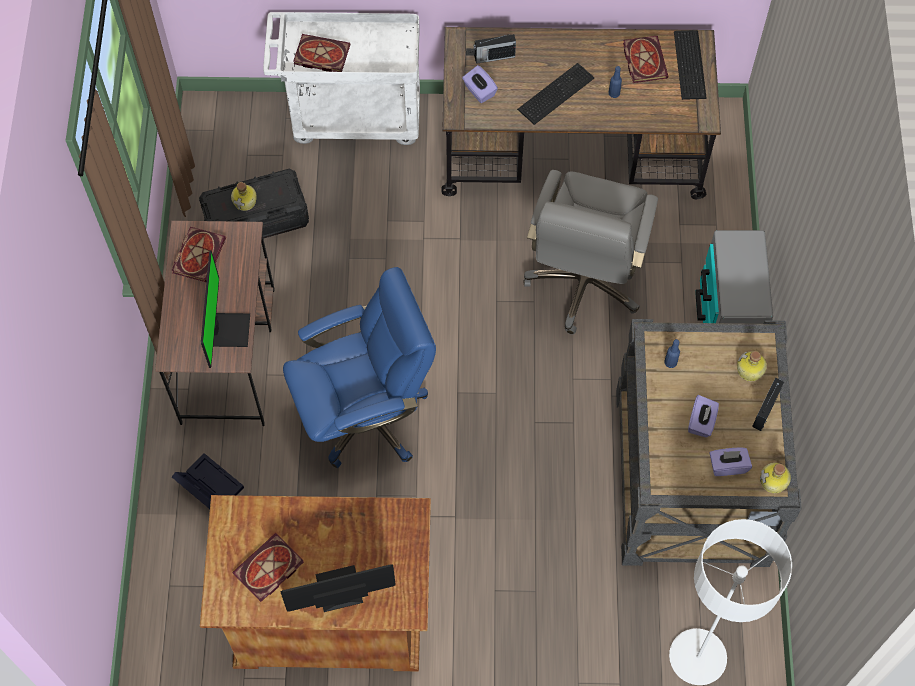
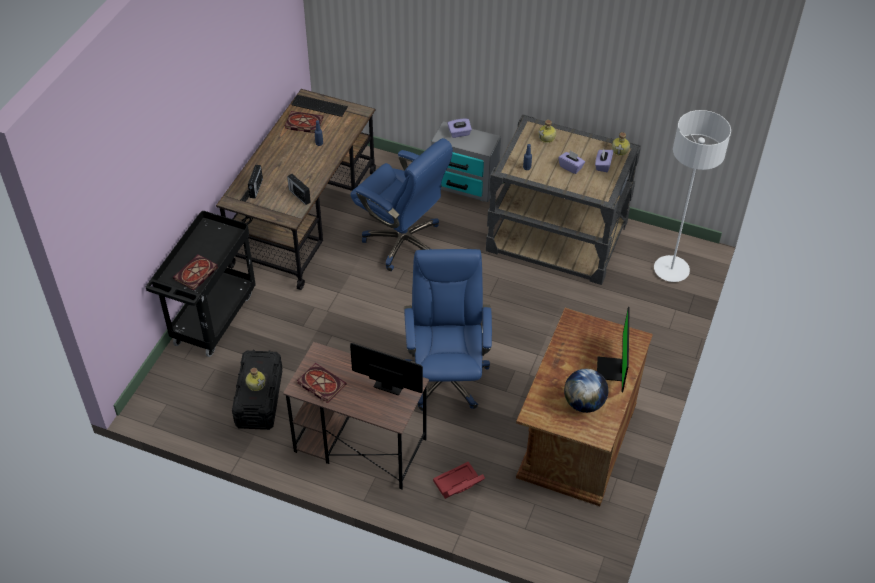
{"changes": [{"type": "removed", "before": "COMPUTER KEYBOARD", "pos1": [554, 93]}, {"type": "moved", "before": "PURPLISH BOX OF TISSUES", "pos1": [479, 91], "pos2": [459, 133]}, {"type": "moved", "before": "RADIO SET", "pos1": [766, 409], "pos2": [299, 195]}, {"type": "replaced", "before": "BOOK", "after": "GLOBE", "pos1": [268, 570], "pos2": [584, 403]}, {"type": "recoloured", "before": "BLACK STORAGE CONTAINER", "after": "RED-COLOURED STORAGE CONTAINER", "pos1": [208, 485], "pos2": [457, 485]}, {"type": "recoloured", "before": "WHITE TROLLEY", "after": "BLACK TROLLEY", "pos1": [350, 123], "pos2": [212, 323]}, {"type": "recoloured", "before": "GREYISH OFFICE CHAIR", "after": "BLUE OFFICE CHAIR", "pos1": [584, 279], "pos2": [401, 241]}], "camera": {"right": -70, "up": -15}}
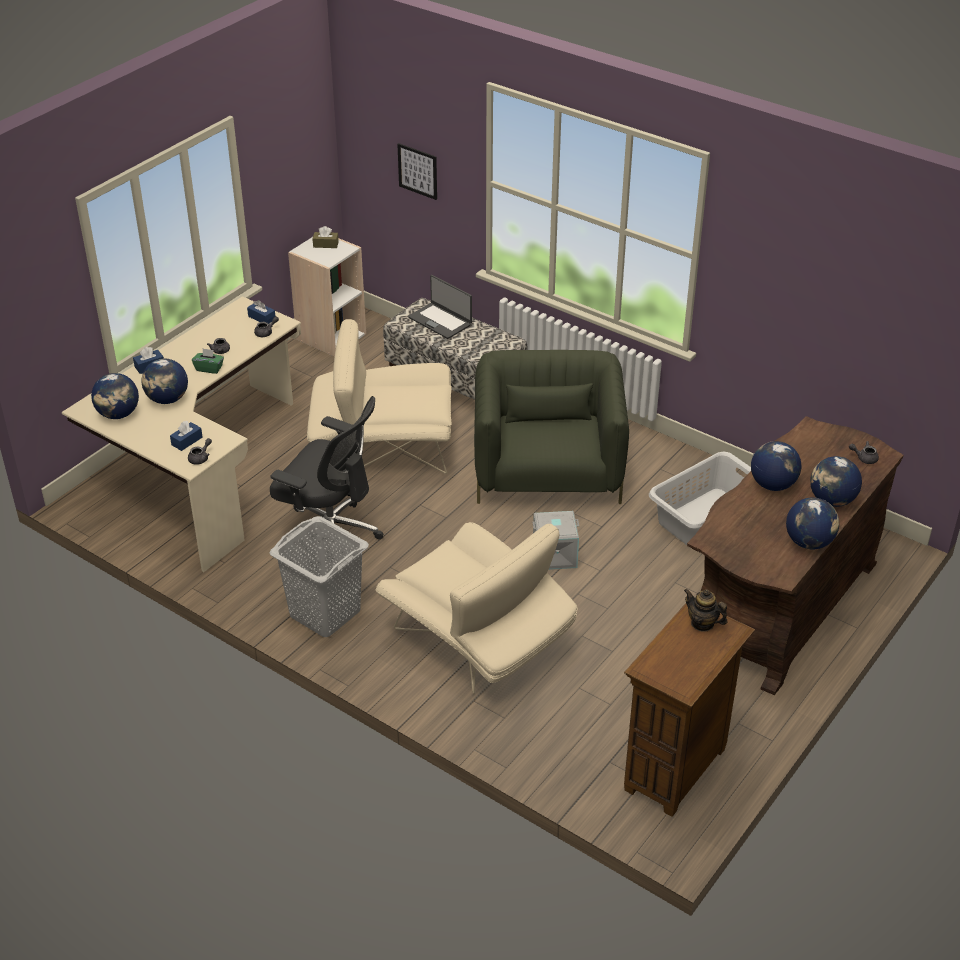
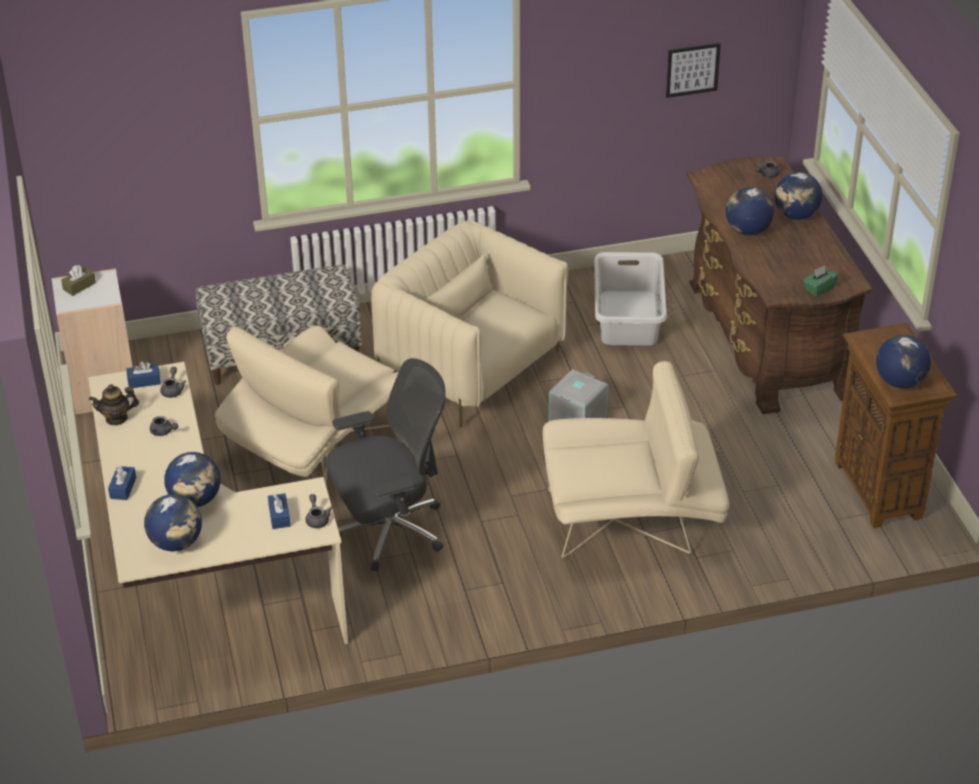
{"changes": [{"type": "removed", "before": "GREYISH HAMPER", "pos1": [325, 612]}, {"type": "removed", "before": "NOTEBOOK COMPUTER", "pos1": [440, 321]}, {"type": "moved", "before": "GREEN BOX OF TISSUES", "pos1": [209, 368], "pos2": [819, 289]}, {"type": "moved", "before": "PICTURE", "pos1": [418, 171], "pos2": [692, 70]}, {"type": "moved", "before": "TEAPOT", "pos1": [702, 623], "pos2": [116, 418]}, {"type": "moved", "before": "GLOBE", "pos1": [809, 542], "pos2": [900, 381]}, {"type": "recoloured", "before": "GREEN ARMCHAIR", "after": "SAND-COLOURED ARMCHAIR", "pos1": [548, 473], "pos2": [471, 367]}], "camera": {"right": -50, "up": 0}}
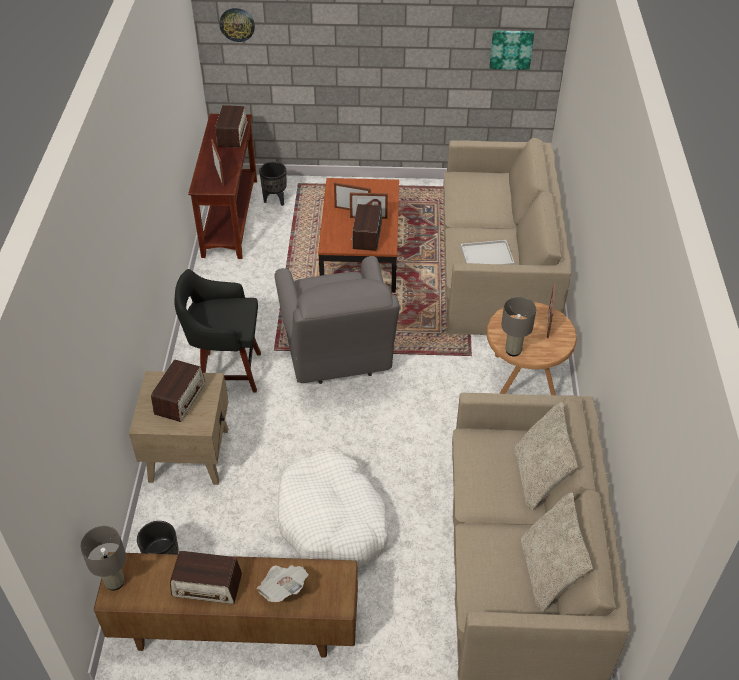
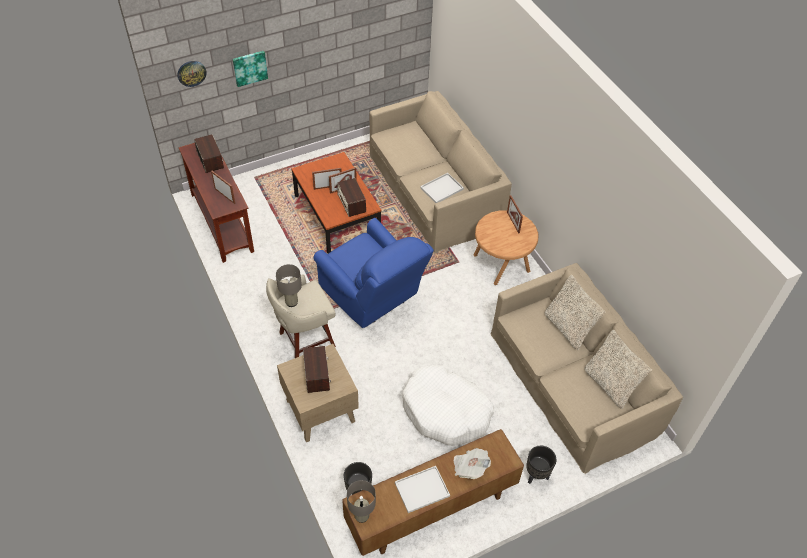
{"changes": [{"type": "moved", "before": "BLACK PLANTER", "pos1": [275, 200], "pos2": [536, 475]}, {"type": "moved", "before": "PICTURE", "pos1": [511, 49], "pos2": [250, 68]}, {"type": "moved", "before": "GREYISH TABLE LAMP", "pos1": [513, 351], "pos2": [292, 302]}, {"type": "replaced", "before": "RADIO SET", "after": "WHITE CARRYING TRAY", "pos1": [207, 585], "pos2": [422, 488]}, {"type": "recoloured", "before": "BLACK STOOL", "after": "SAND-COLOURED STOOL", "pos1": [227, 372], "pos2": [304, 340]}, {"type": "recoloured", "before": "GREYISH ARMCHAIR", "after": "BLUE ARMCHAIR", "pos1": [338, 356], "pos2": [373, 297]}], "camera": {"right": -30, "up": 5}}
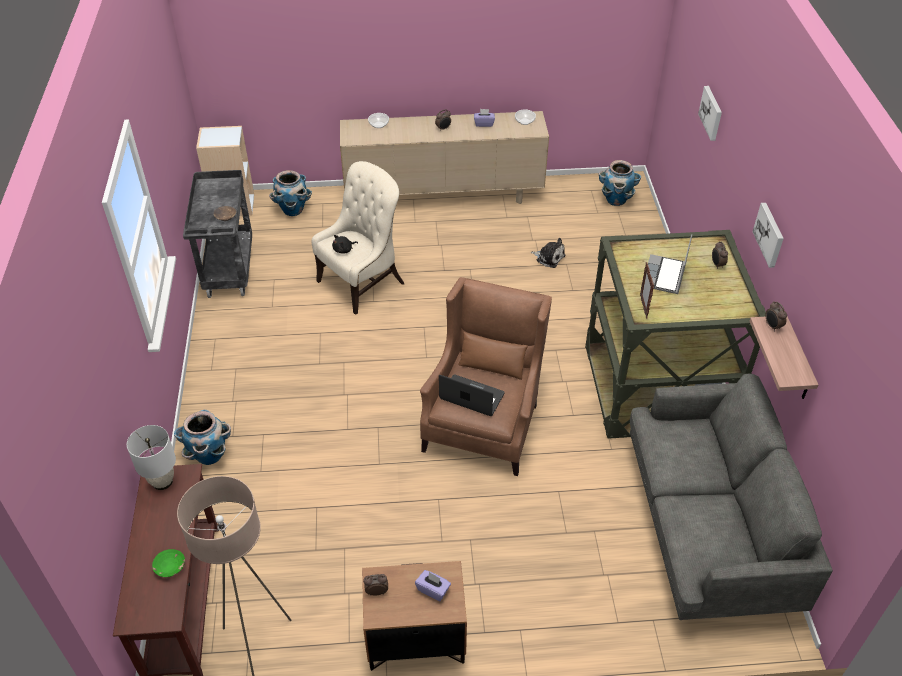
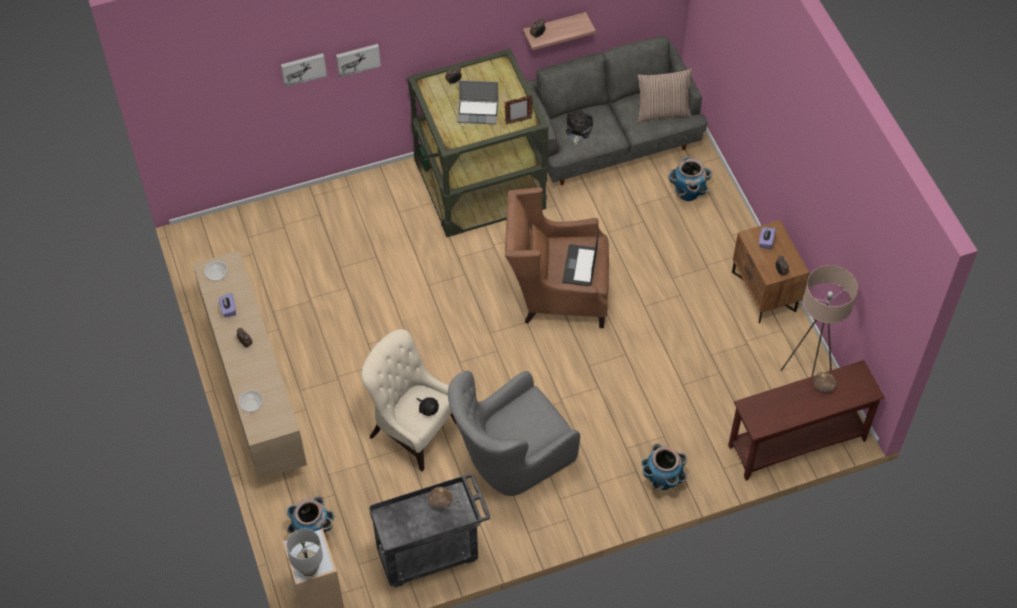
{"changes": [{"type": "added", "after": "GREYISH ARMCHAIR", "pos2": [510, 458]}, {"type": "added", "after": "THROW PILLOW", "pos2": [662, 112]}, {"type": "moved", "before": "WHITE TABLE LAMP", "pos1": [162, 481], "pos2": [308, 568]}, {"type": "moved", "before": "PLUSH TOY", "pos1": [549, 257], "pos2": [578, 130]}, {"type": "moved", "before": "PLANTER", "pos1": [616, 200], "pos2": [687, 193]}, {"type": "moved", "before": "PICTURE", "pos1": [770, 234], "pos2": [358, 59]}, {"type": "recoloured", "before": "GREEN SERVING BOWL", "after": "BROWN-COLOURED SERVING BOWL", "pos1": [170, 567], "pos2": [824, 385]}], "camera": {"right": -105, "up": 10}}
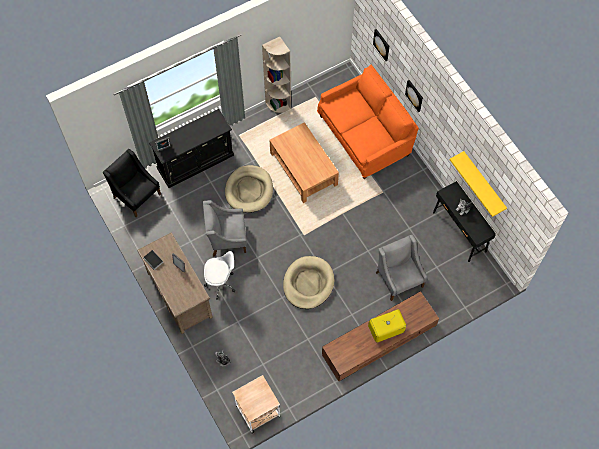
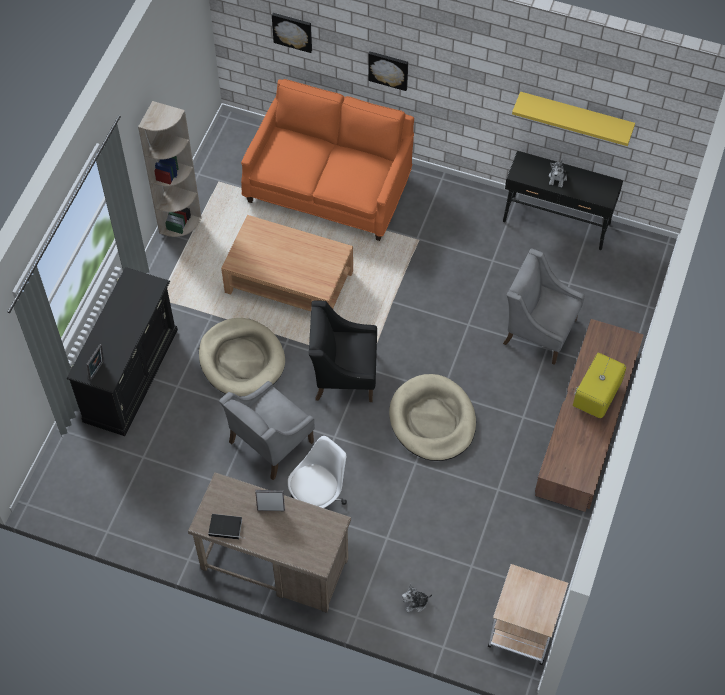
{"changes": [{"type": "moved", "before": "BLACK ARMCHAIR", "pos1": [137, 195], "pos2": [343, 374]}], "camera": {"right": -40, "up": -5}}
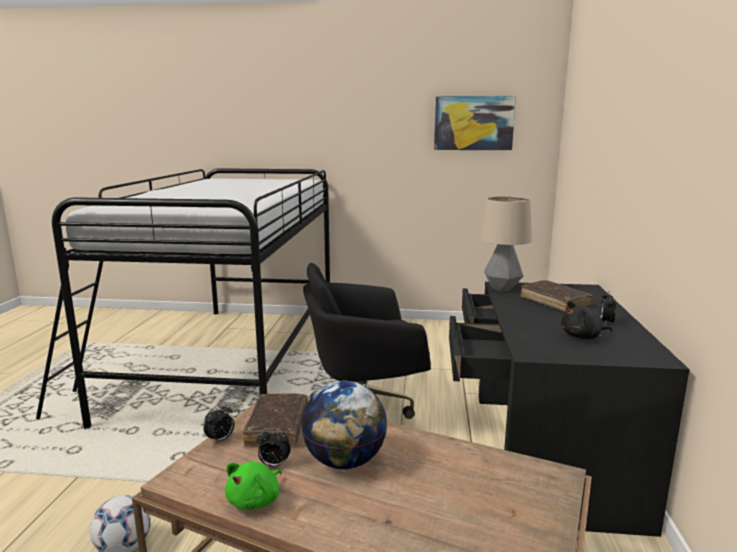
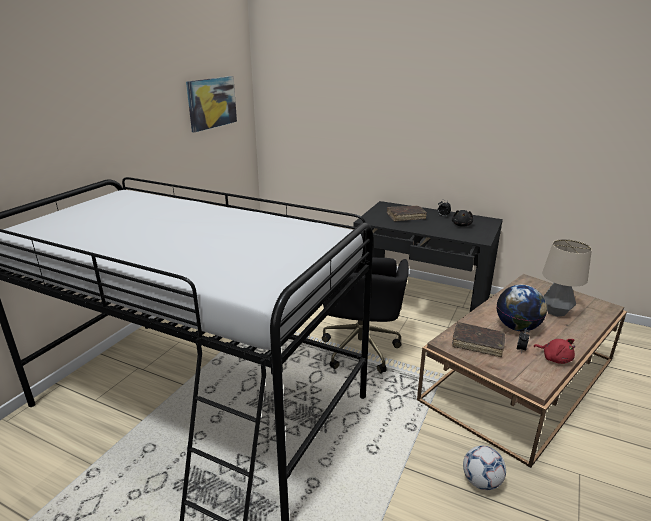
{"changes": [{"type": "removed", "before": "TABLE CLOCK", "pos1": [220, 440]}, {"type": "moved", "before": "TABLE LAMP", "pos1": [502, 288], "pos2": [556, 312]}, {"type": "recoloured", "before": "GREEN PLUSH TOY", "after": "RED-COLOURED PLUSH TOY", "pos1": [256, 500], "pos2": [555, 358]}], "camera": {"right": -70, "up": 10}}
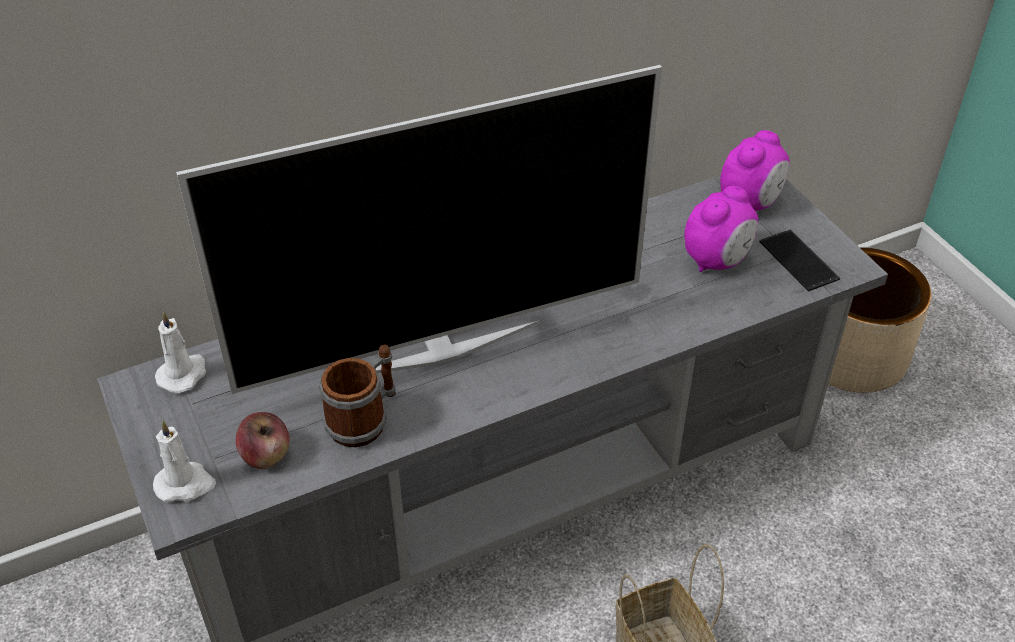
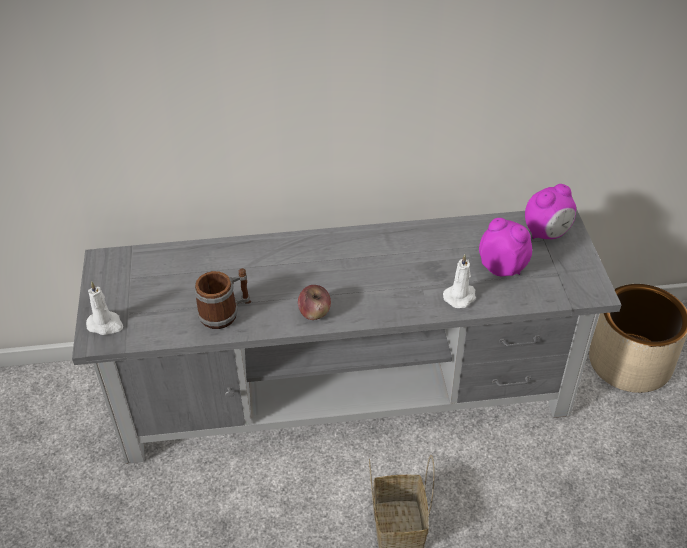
{"changes": [{"type": "removed", "before": "TV SET", "pos1": [439, 347]}, {"type": "removed", "before": "PHONE", "pos1": [798, 260]}, {"type": "moved", "before": "WHITE WAX LIGHT", "pos1": [183, 374], "pos2": [460, 296]}, {"type": "moved", "before": "APPLE FRUIT", "pos1": [266, 455], "pos2": [314, 313]}, {"type": "turned", "before": "TABLE CLOCK", "pos1": [717, 260], "pos2": [502, 267], "turn": -120}], "camera": {"right": 20, "up": 0}}
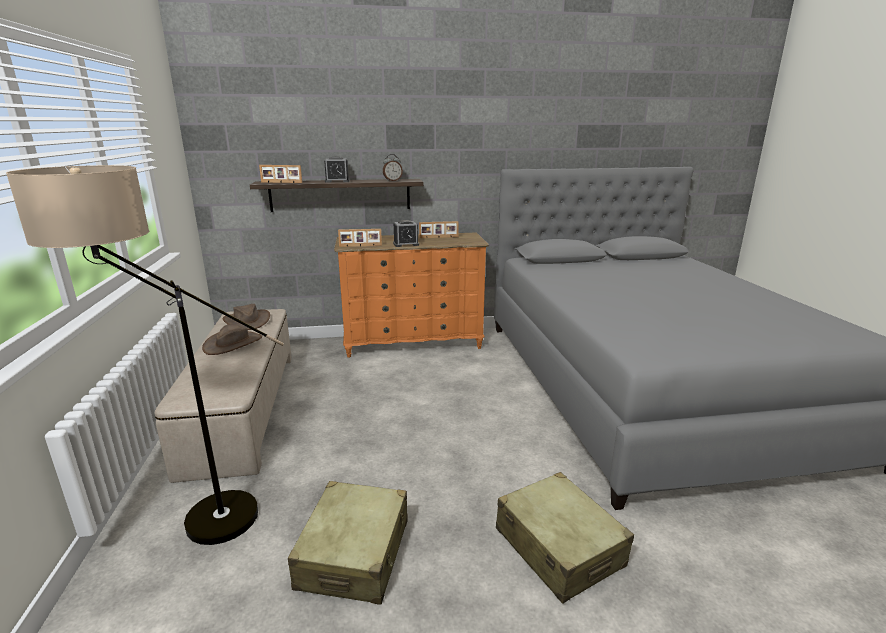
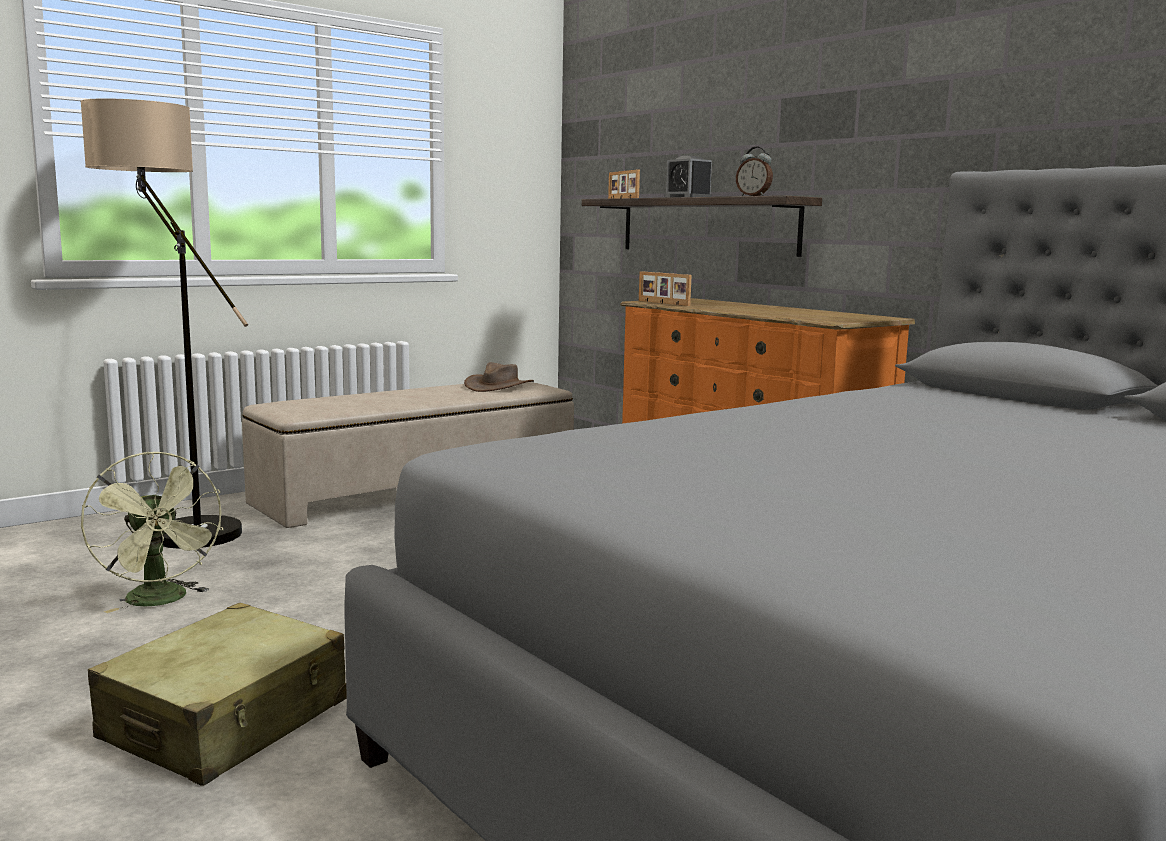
{"changes": [{"type": "removed", "before": "BROWN-COLOURED HAT", "pos1": [233, 344]}, {"type": "removed", "before": "TABLE CLOCK", "pos1": [406, 244]}, {"type": "removed", "before": "PHOTO FRAME", "pos1": [438, 237]}, {"type": "replaced", "before": "SAND-COLOURED SUITCASE", "after": "GREEN COOLING FAN", "pos1": [354, 554], "pos2": [161, 601]}], "camera": {"right": 60, "up": -10}}
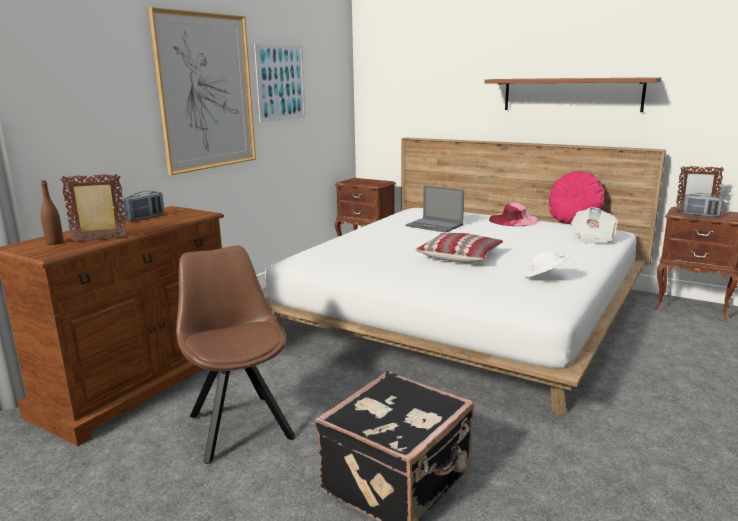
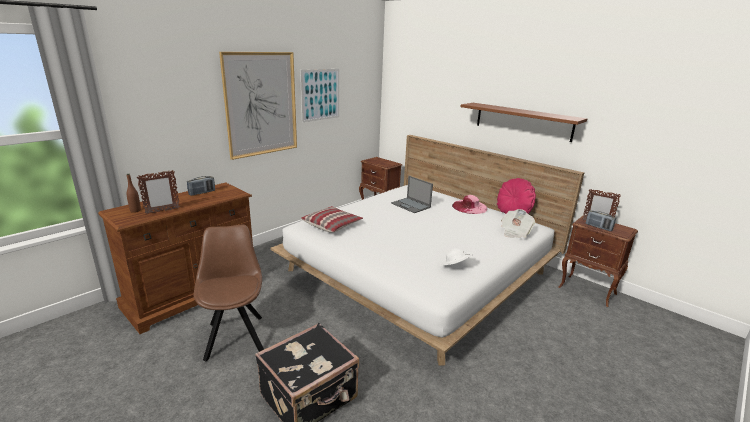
{"changes": [{"type": "moved", "before": "THROW PILLOW", "pos1": [460, 256], "pos2": [332, 225]}, {"type": "turned", "before": "PHOTO FRAME", "pos1": [100, 239], "pos2": [162, 211], "turn": 150}], "camera": {"right": 10, "up": 5}}
